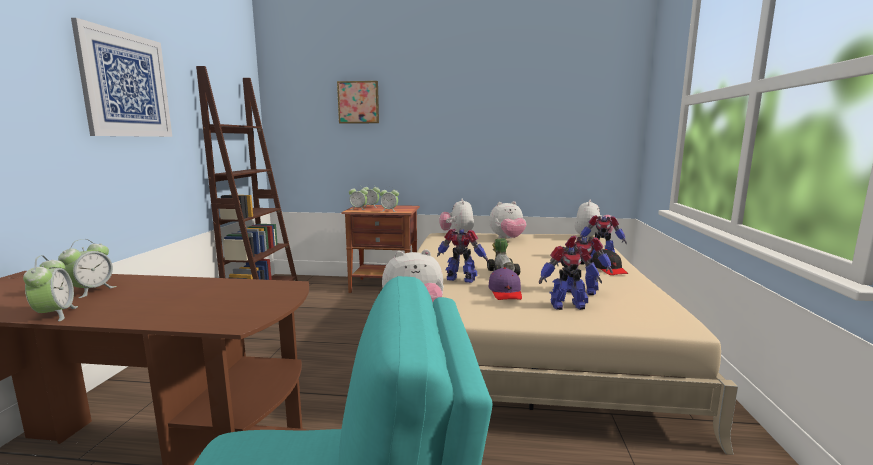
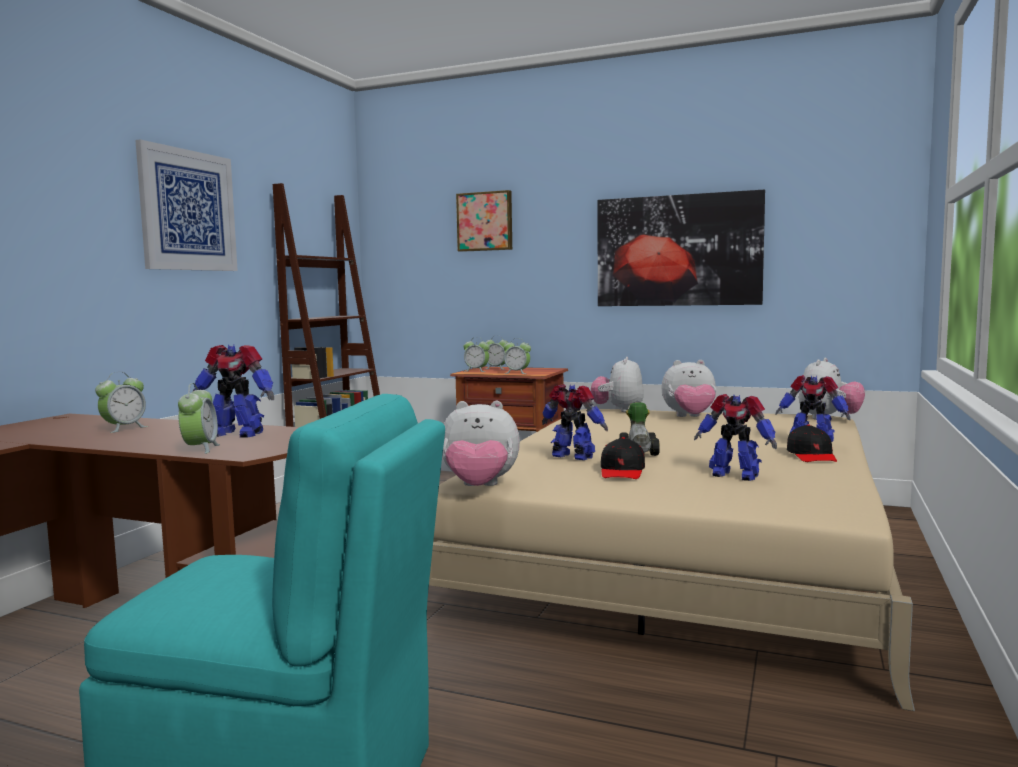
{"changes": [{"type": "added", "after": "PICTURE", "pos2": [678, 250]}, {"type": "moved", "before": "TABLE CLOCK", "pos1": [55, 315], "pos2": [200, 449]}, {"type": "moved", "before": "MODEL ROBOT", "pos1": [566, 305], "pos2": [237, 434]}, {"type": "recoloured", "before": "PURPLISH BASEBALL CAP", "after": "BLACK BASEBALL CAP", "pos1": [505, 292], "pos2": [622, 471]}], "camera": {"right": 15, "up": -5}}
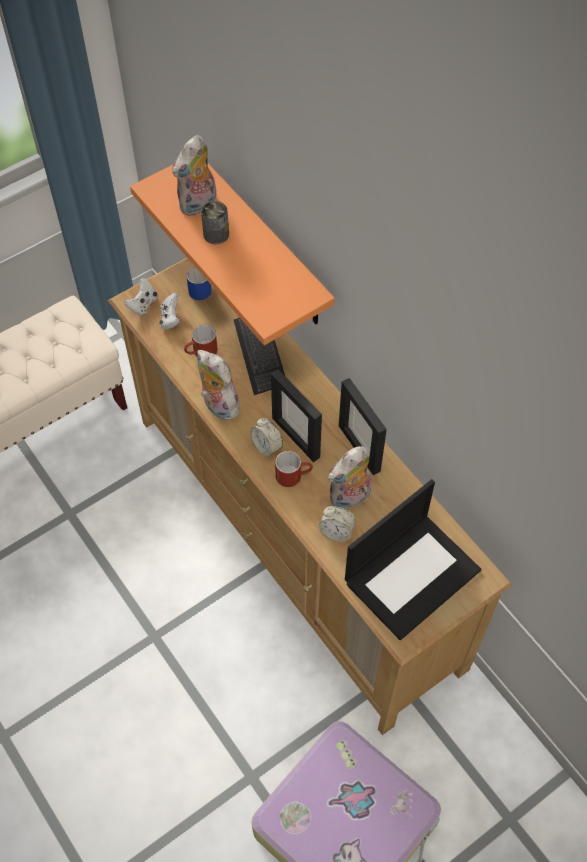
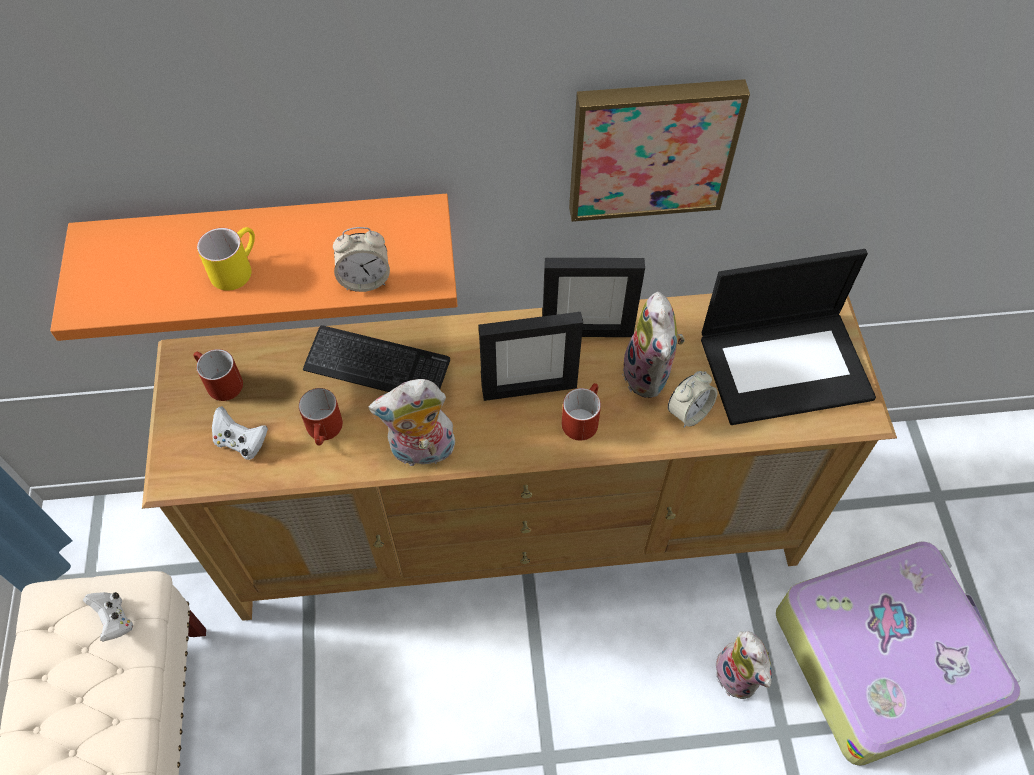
{"changes": [{"type": "added", "after": "PICTURE", "pos2": [651, 147]}, {"type": "moved", "before": "WHITE JOYPAD", "pos1": [143, 305], "pos2": [114, 620]}, {"type": "moved", "before": "PLUSH TOY", "pos1": [198, 205], "pos2": [739, 676]}, {"type": "moved", "before": "TABLE CLOCK", "pos1": [266, 446], "pos2": [365, 279]}, {"type": "replaced", "before": "CAN", "after": "YELLOW COFFEE MUG", "pos1": [216, 234], "pos2": [236, 268]}, {"type": "recoloured", "before": "BLUE COFFEE MUG", "after": "RED-COLOURED COFFEE MUG", "pos1": [200, 287], "pos2": [219, 383]}, {"type": "turned", "before": "NOTEBOOK COMPUTER", "pos1": [412, 574], "pos2": [786, 365], "turn": 90}], "camera": {"right": -60, "up": 0}}
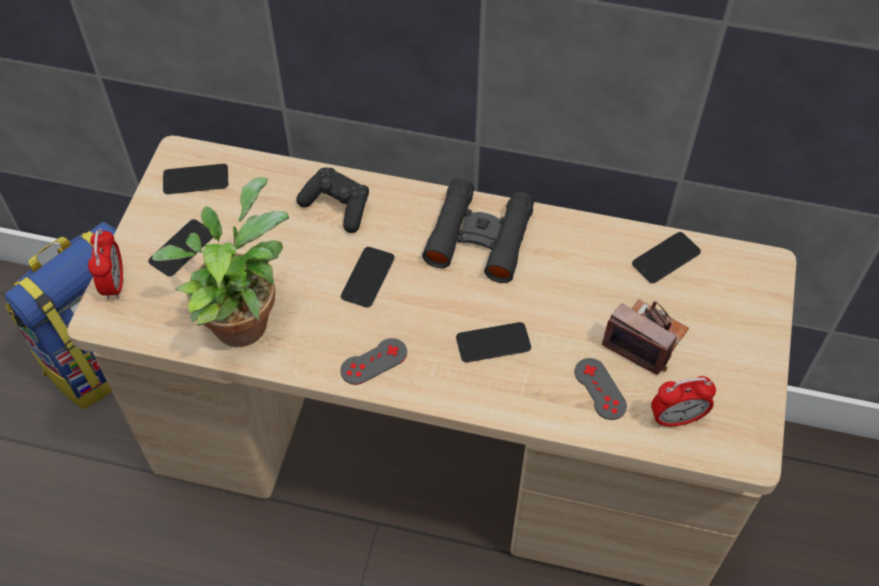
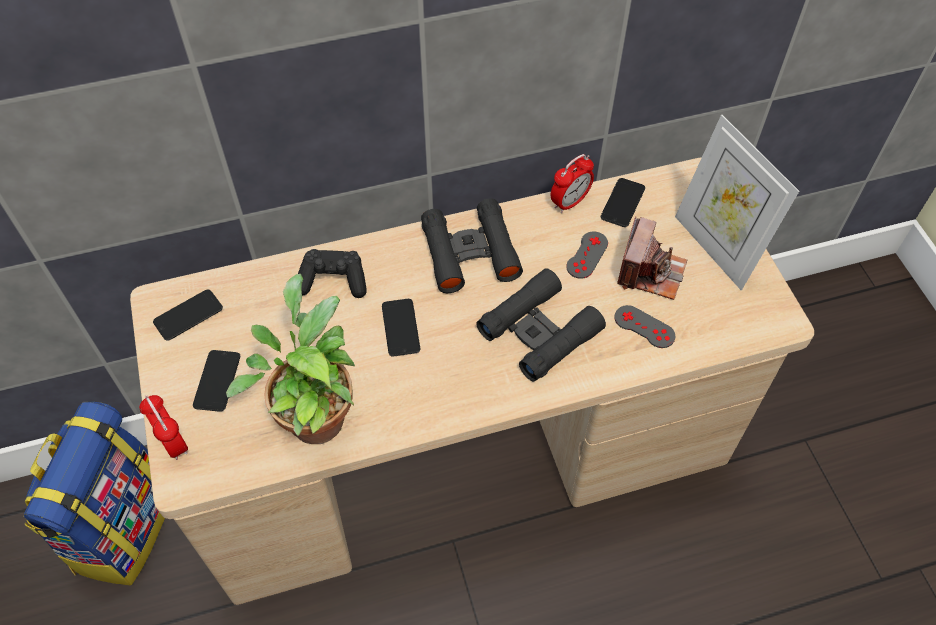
{"changes": [{"type": "added", "after": "PHOTO FRAME", "pos2": [716, 248]}, {"type": "moved", "before": "GREYISH JOYPAD", "pos1": [374, 361], "pos2": [587, 255]}, {"type": "moved", "before": "TABLE CLOCK", "pos1": [676, 418], "pos2": [569, 202]}, {"type": "replaced", "before": "PHONE", "after": "BLACK FIELD GLASSES", "pos1": [493, 343], "pos2": [539, 331]}, {"type": "turned", "before": "STILL CAMERA", "pos1": [645, 339], "pos2": [650, 272], "turn": 105}], "camera": {"right": -30, "up": 0}}
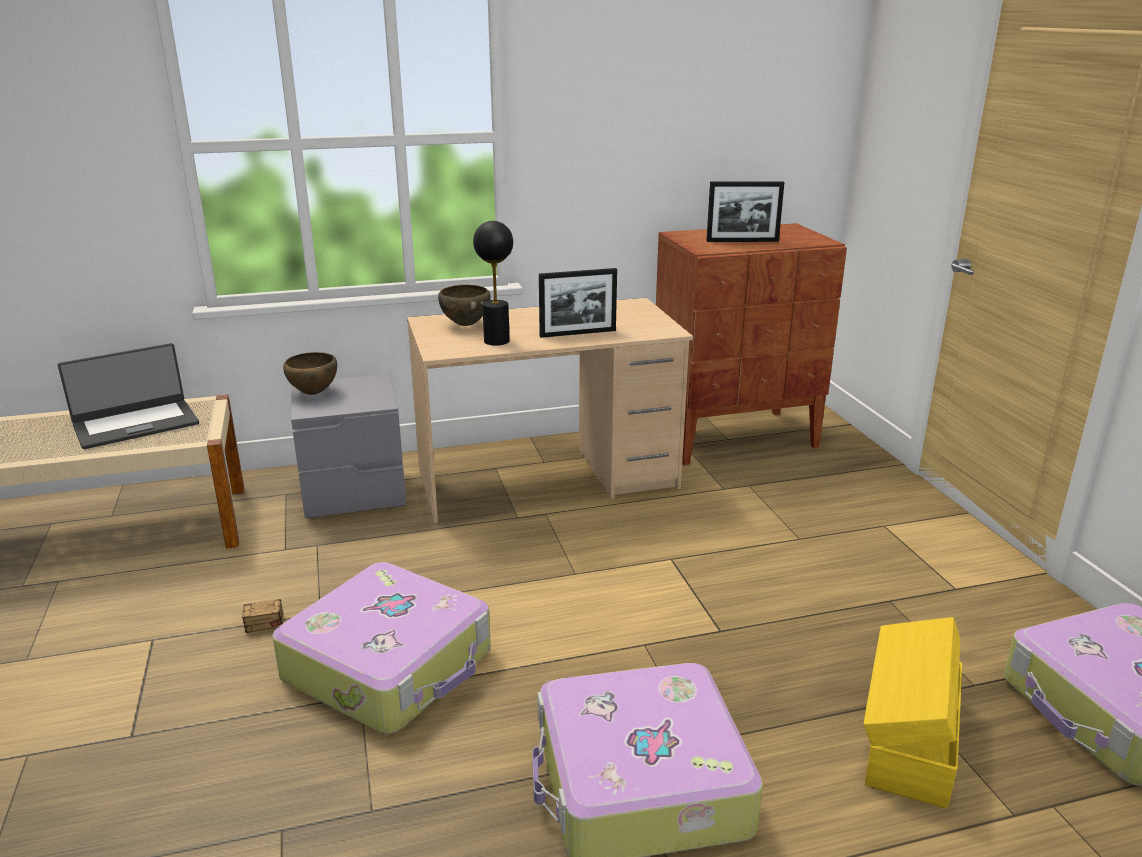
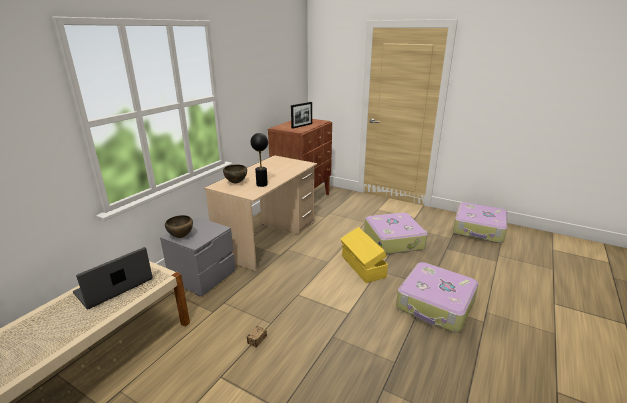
{"changes": [{"type": "removed", "before": "PHOTO FRAME", "pos1": [578, 333]}, {"type": "moved", "before": "SUITCASE", "pos1": [390, 665], "pos2": [394, 240]}, {"type": "moved", "before": "YELLOW STORAGE CONTAINER", "pos1": [908, 740], "pos2": [362, 267]}, {"type": "turned", "before": "NOTEBOOK COMPUTER", "pos1": [136, 424], "pos2": [114, 287], "turn": -150}], "camera": {"right": -45, "up": 0}}
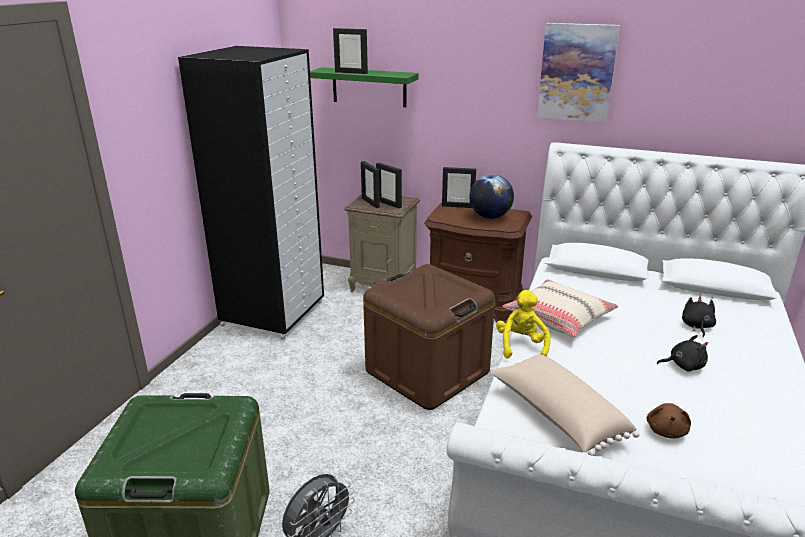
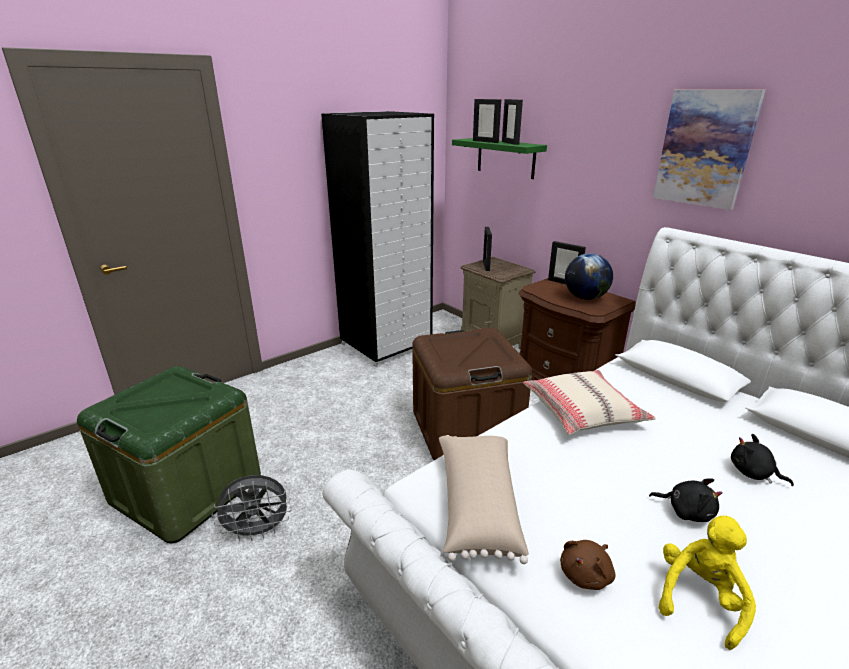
{"changes": [{"type": "moved", "before": "PHOTO FRAME", "pos1": [389, 203], "pos2": [511, 143]}, {"type": "moved", "before": "YELLOW PLUSH TOY", "pos1": [521, 346], "pos2": [699, 598]}, {"type": "turned", "before": "BLACK PLUSH TOY", "pos1": [696, 326], "pos2": [753, 473], "turn": -90}], "camera": {"right": 30, "up": 0}}
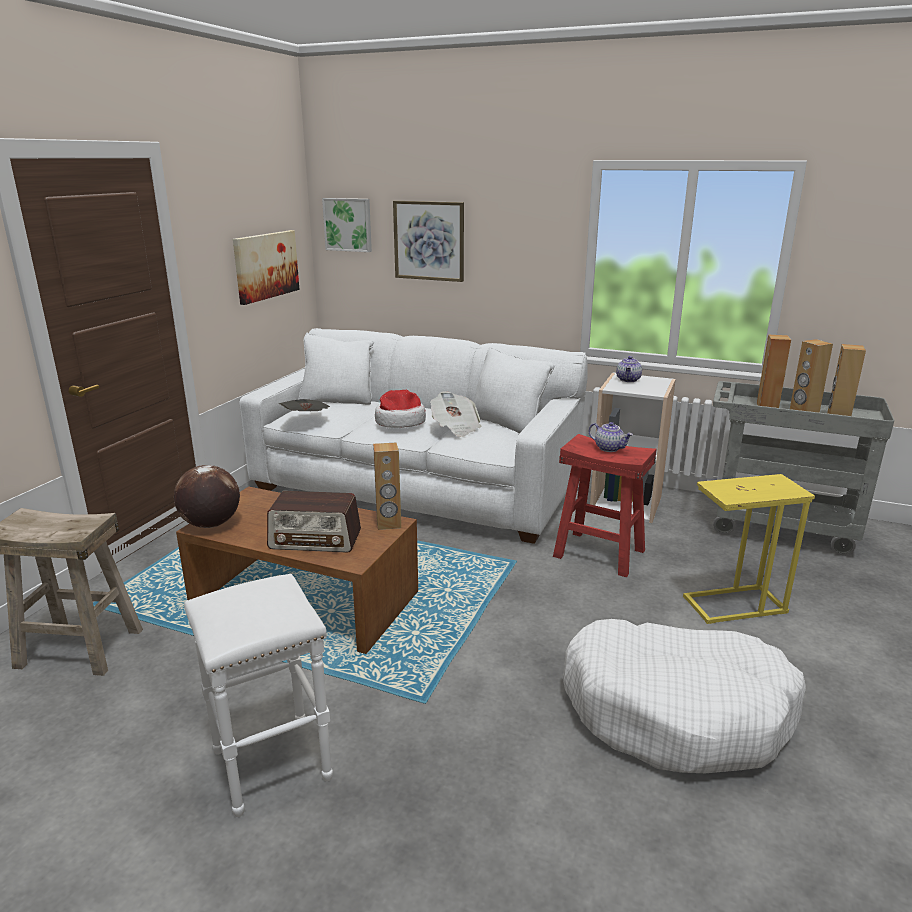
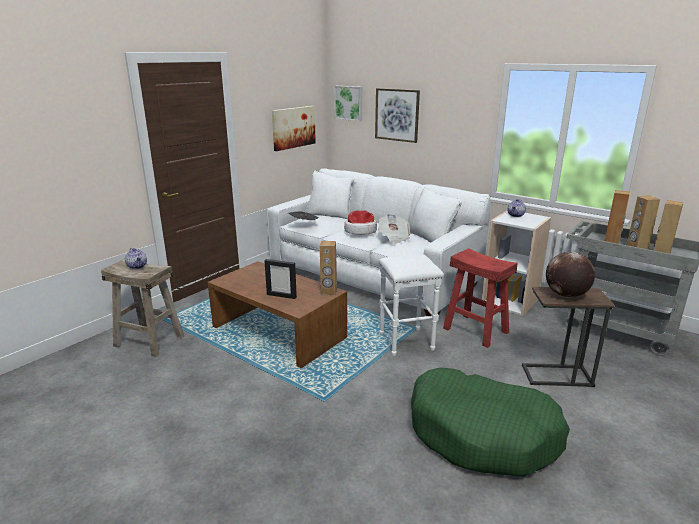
{"changes": [{"type": "moved", "before": "GLOBE", "pos1": [210, 524], "pos2": [565, 295]}, {"type": "moved", "before": "WHITE STOOL", "pos1": [270, 766], "pos2": [405, 342]}, {"type": "moved", "before": "TEAPOT", "pos1": [609, 448], "pos2": [137, 266]}, {"type": "replaced", "before": "RADIO SET", "after": "PHOTO FRAME", "pos1": [315, 540], "pos2": [282, 295]}, {"type": "recoloured", "before": "WHITE DOG BED", "after": "GREEN DOG BED", "pos1": [677, 711], "pos2": [482, 434]}, {"type": "recoloured", "before": "YELLOW SIDE TABLE", "after": "BROWN-COLOURED SIDE TABLE", "pos1": [735, 604], "pos2": [557, 375]}], "camera": {"right": 15, "up": 0}}
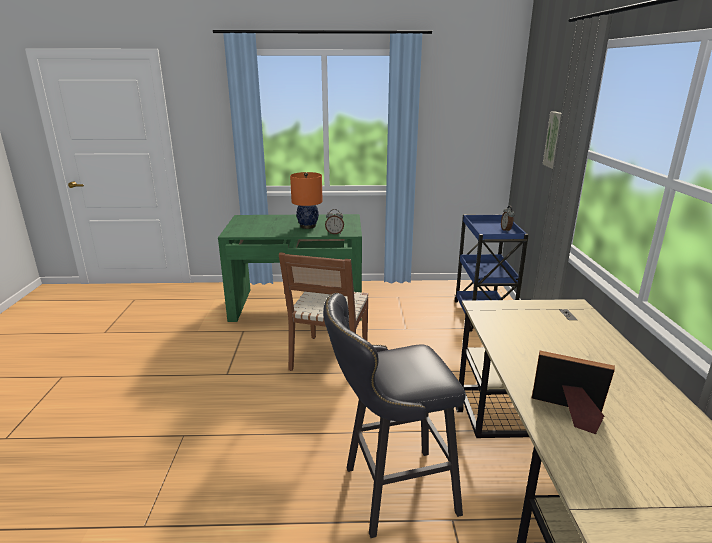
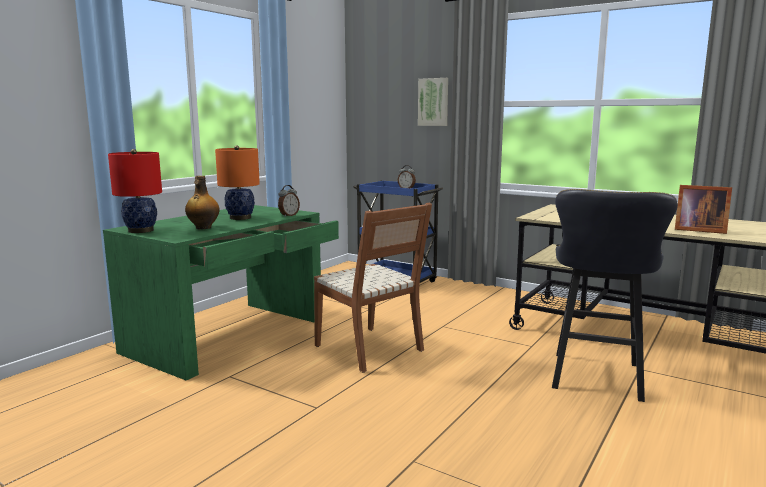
{"changes": [{"type": "added", "after": "RED-COLOURED TABLE LAMP", "pos2": [140, 230]}, {"type": "added", "after": "DRINK BOTTLE", "pos2": [203, 228]}, {"type": "turned", "before": "PHOTO FRAME", "pos1": [568, 414], "pos2": [697, 230], "turn": -120}], "camera": {"right": -55, "up": -10}}
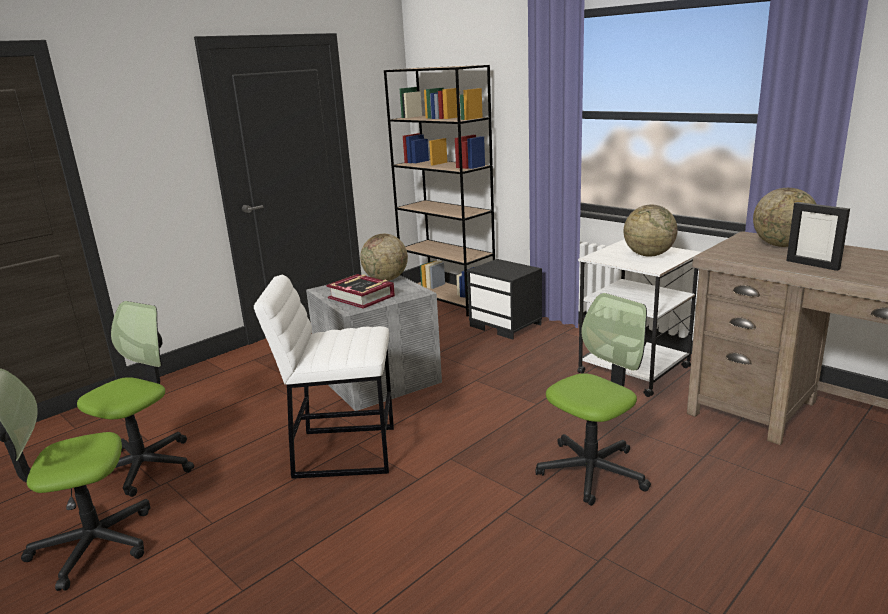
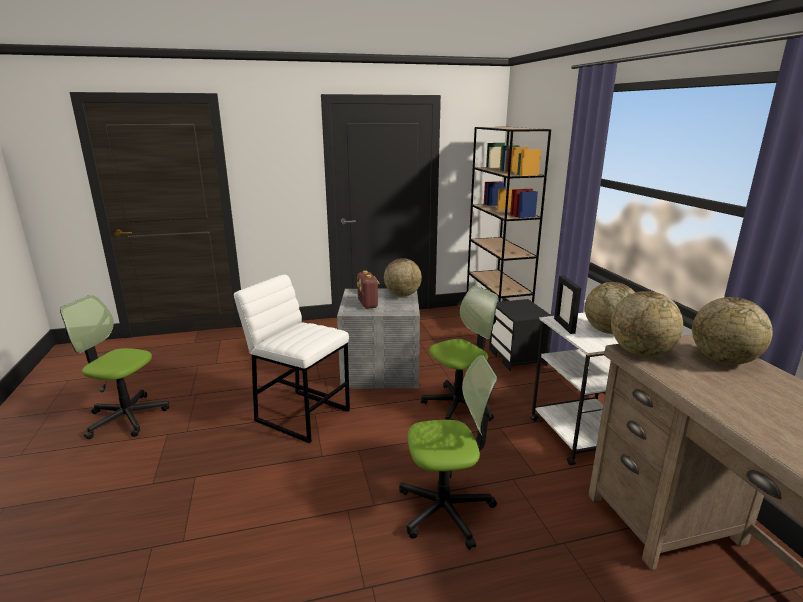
{"changes": [{"type": "added", "after": "GLOBE", "pos2": [640, 352]}, {"type": "moved", "before": "OFFICE CHAIR", "pos1": [144, 466], "pos2": [459, 405]}, {"type": "moved", "before": "PHOTO FRAME", "pos1": [813, 264], "pos2": [565, 325]}, {"type": "replaced", "before": "BOOK", "after": "RADIO SET", "pos1": [361, 297], "pos2": [368, 304]}], "camera": {"right": 30, "up": 0}}
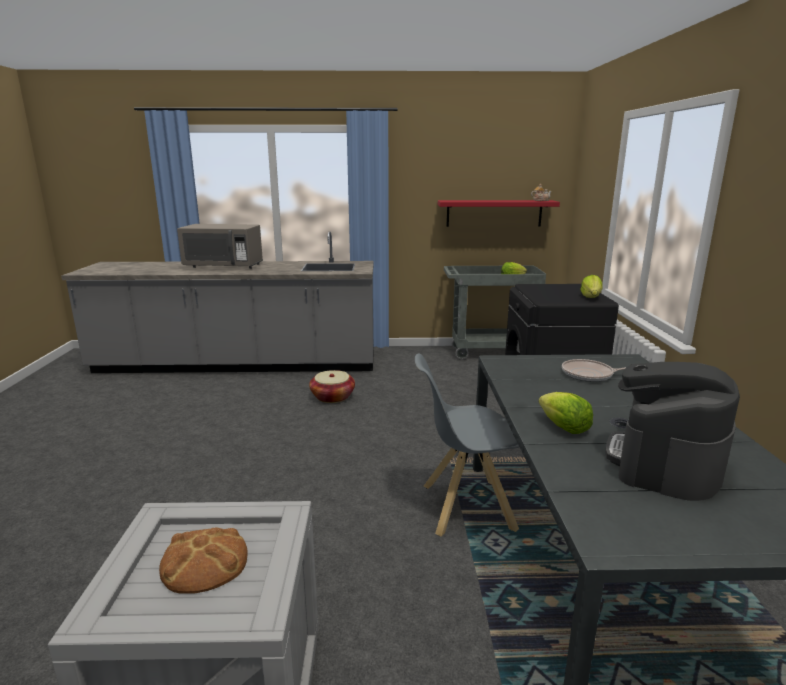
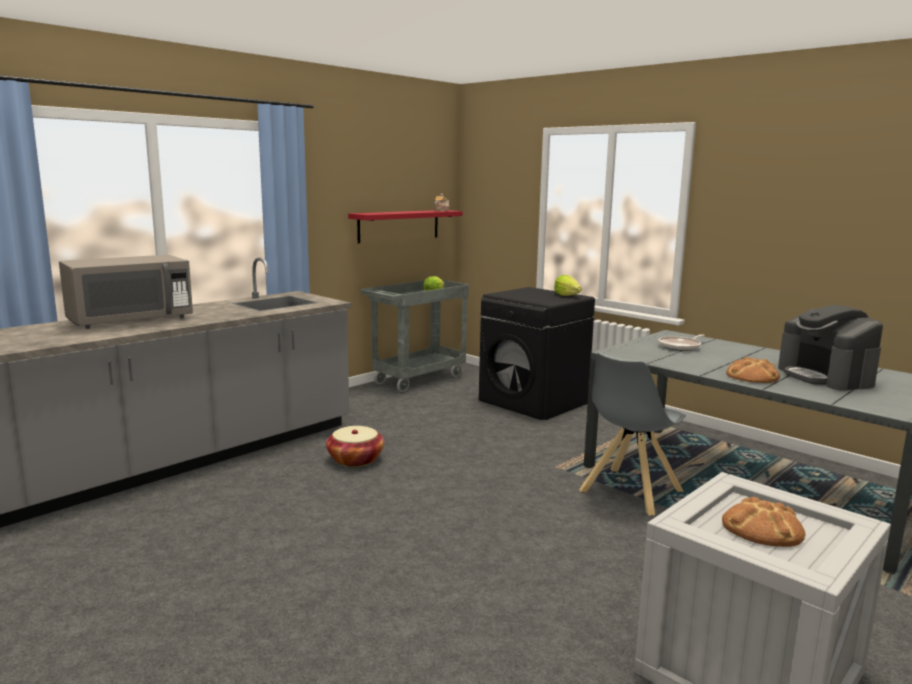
{"changes": [{"type": "replaced", "before": "LETTUCE", "after": "BAKED BREAD", "pos1": [563, 427], "pos2": [752, 376]}], "camera": {"right": -45, "up": -5}}
